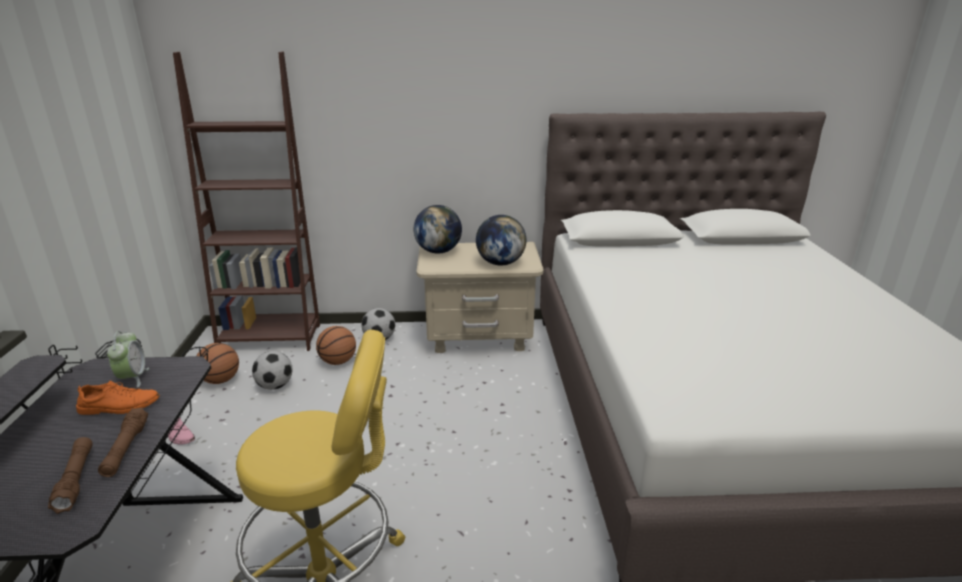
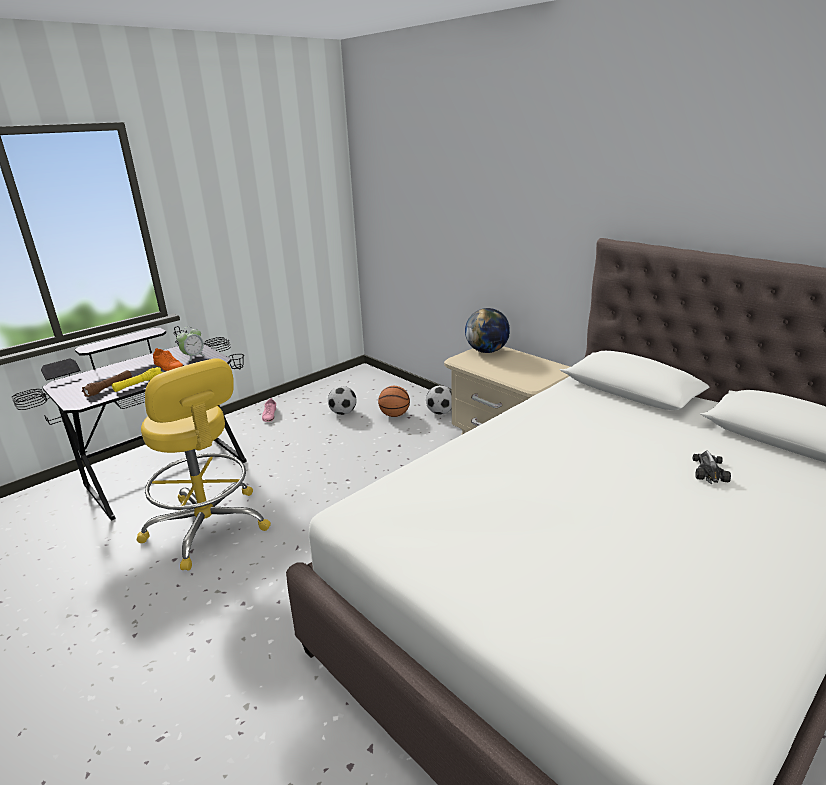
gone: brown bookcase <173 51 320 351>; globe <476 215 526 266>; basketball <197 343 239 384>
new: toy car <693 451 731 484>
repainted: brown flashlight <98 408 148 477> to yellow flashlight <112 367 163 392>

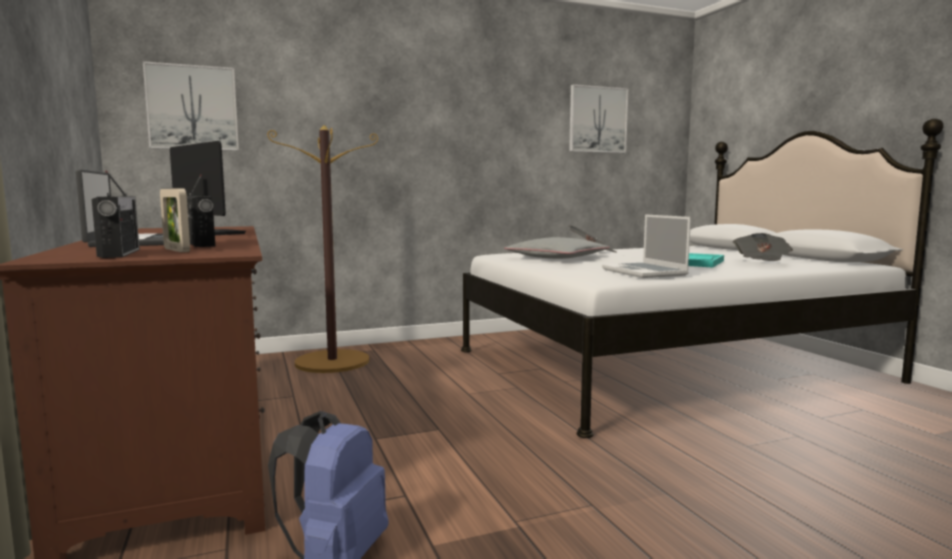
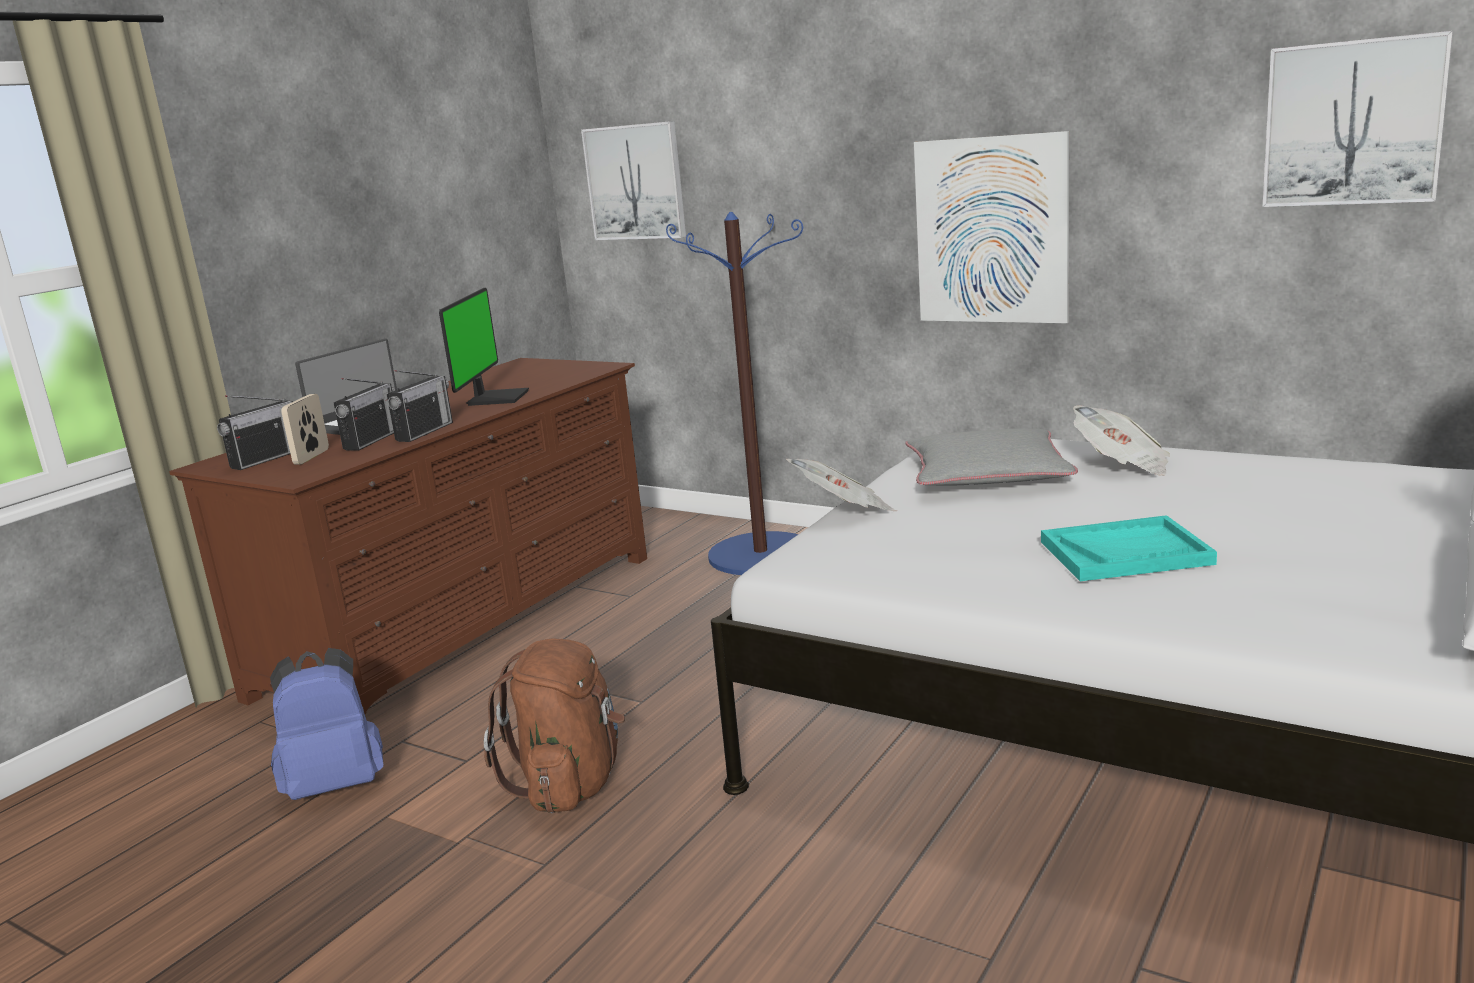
gone: laptop <602 214 691 278>
new: picture <914 131 1069 323>; radio <387 370 453 442>; brown backpack <484 638 625 813>
shifted: newspaper <733 233 793 261> to <786 459 897 511>
repainted: brown clothes rack <267 125 378 373> to blue clothes rack <666 212 803 575>

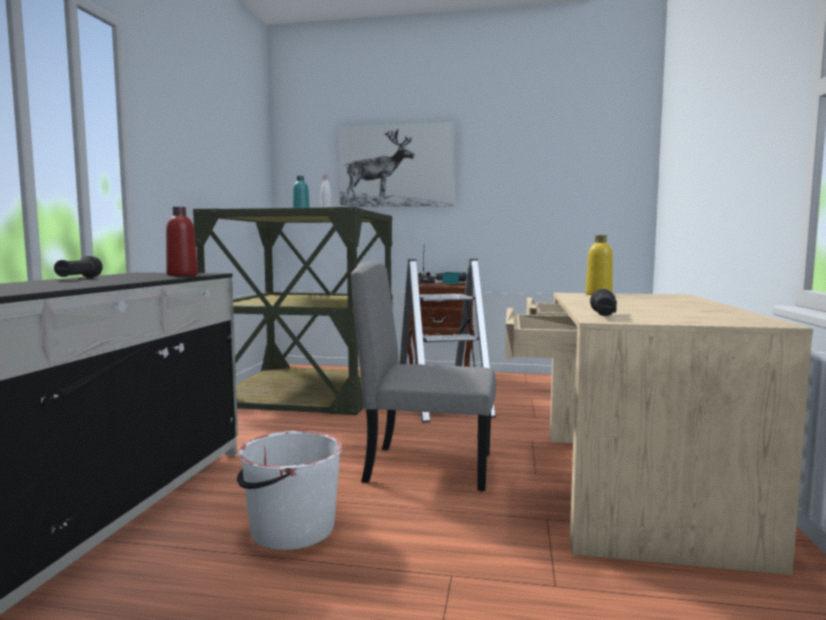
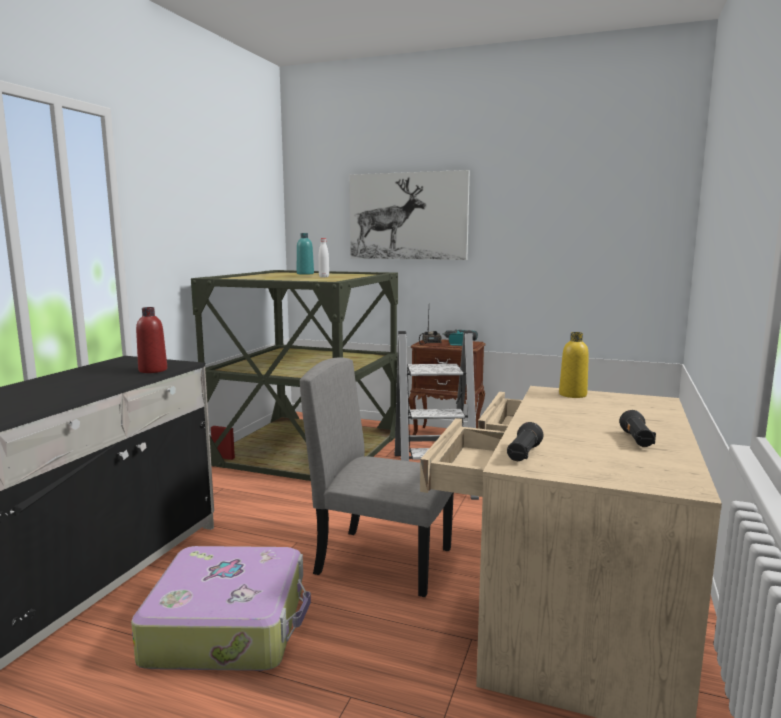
shifted: black flashlight <54 256 103 277> to <619 410 656 447>
swapped: white bucket <237 431 342 550> to suitcase <131 546 311 671>

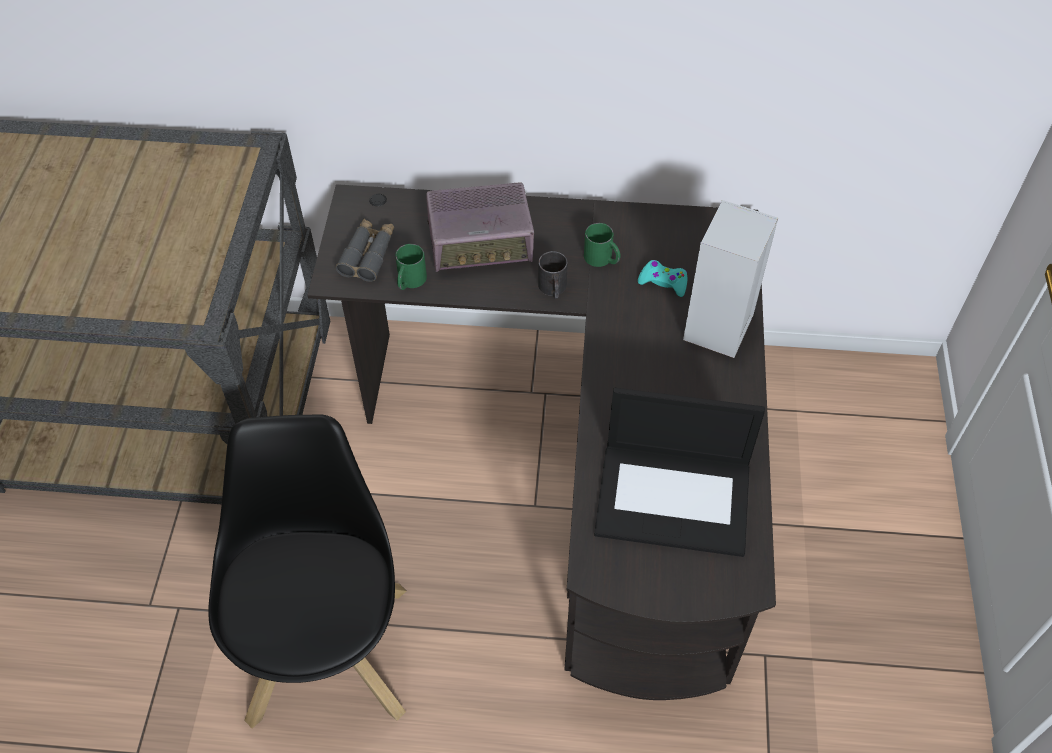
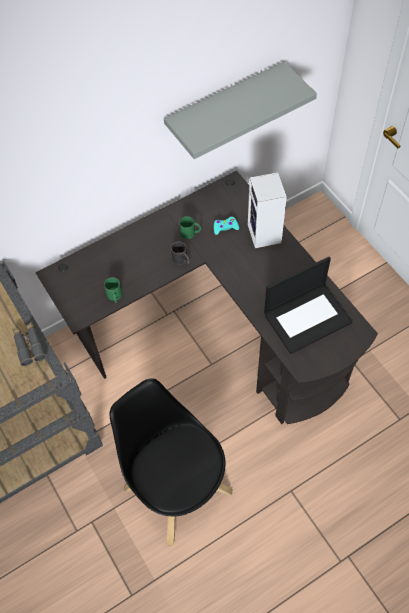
gone: radio <426 182 534 272>
new: grey shelf <164 61 317 159>
shifted: grey binoculars <335 218 394 282> to <13 322 46 366>

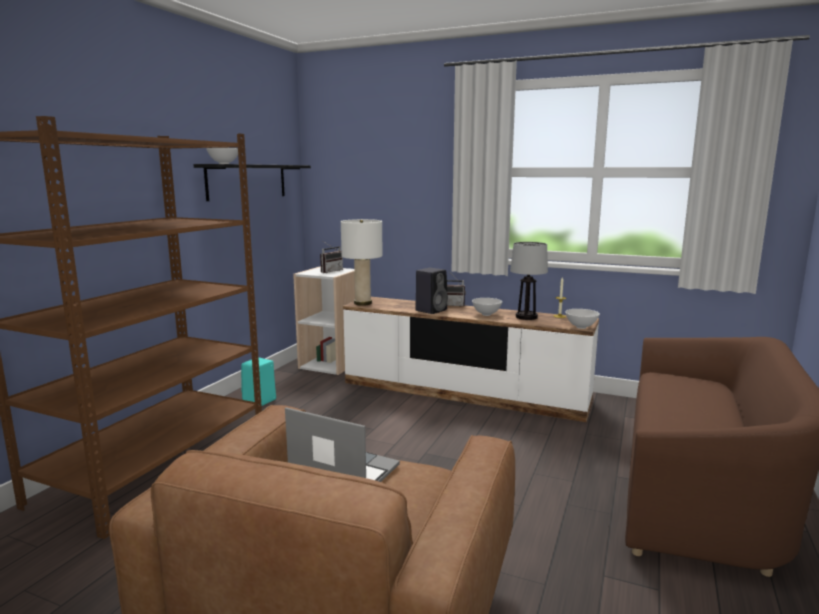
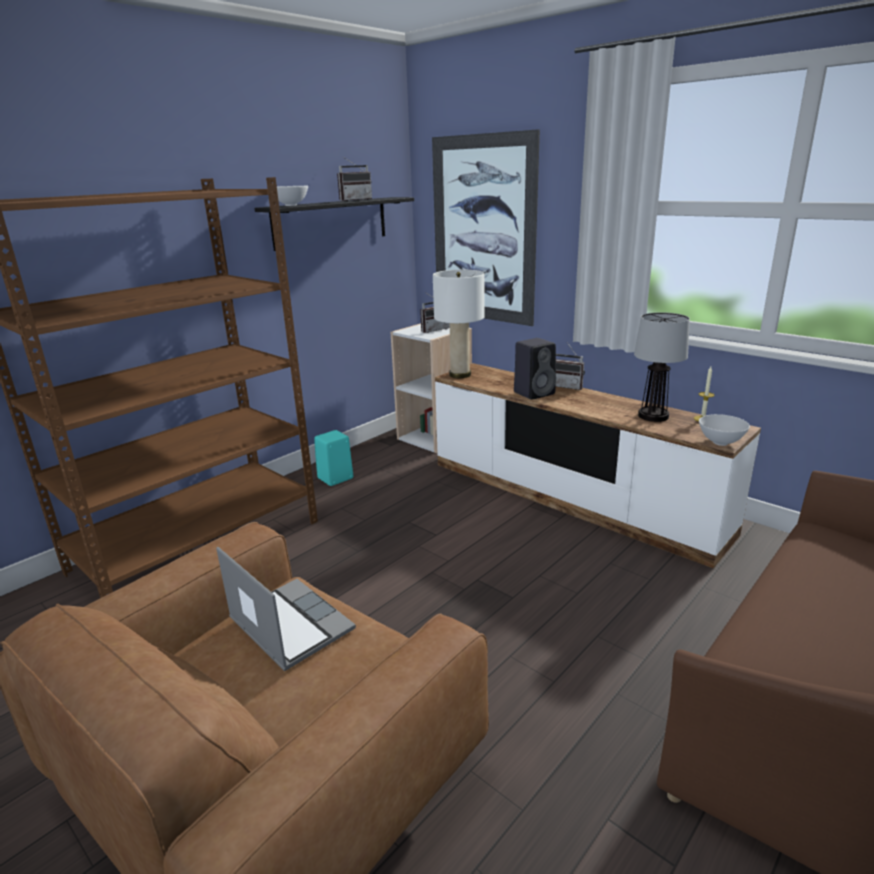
gone: white bowl <472 298 502 316>
new: picture <432 129 540 326>; radio <337 156 372 201>

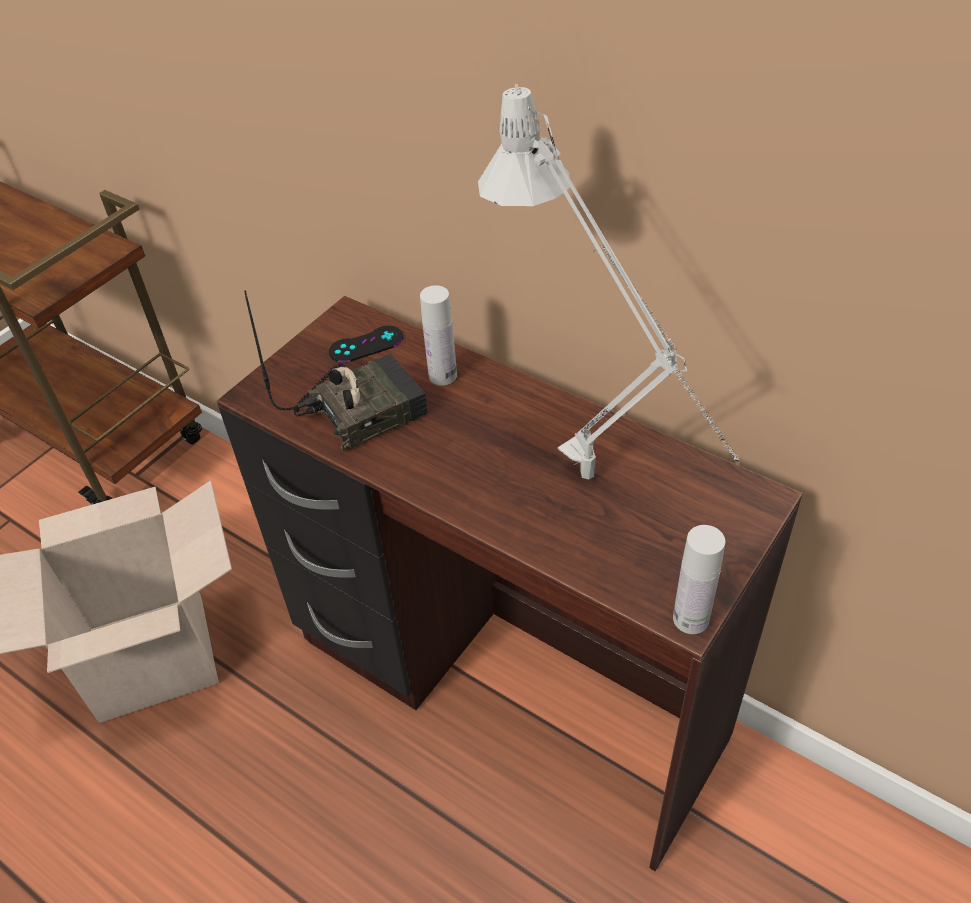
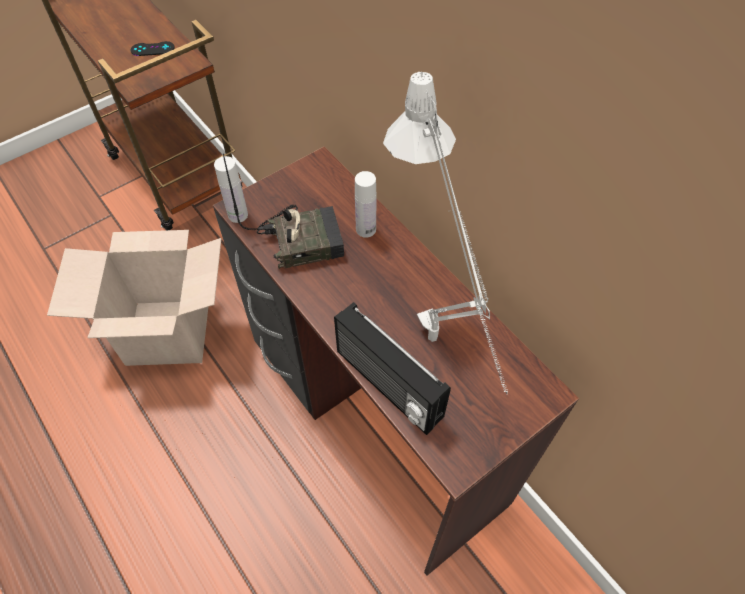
new: radio <334 302 451 435>
shifted: black game controller <329 326 403 363> to <131 41 175 56>; white bottle <673 525 725 634> to <214 156 248 223>

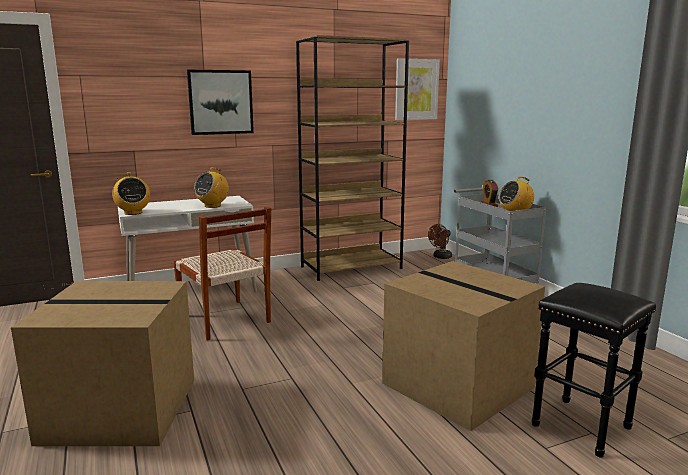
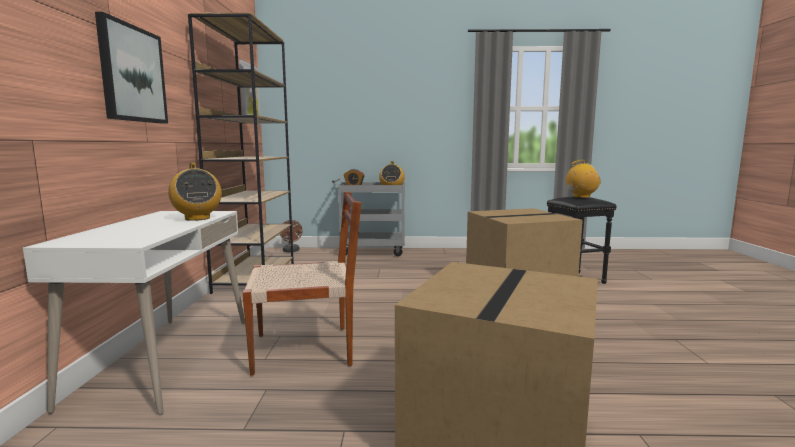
shifted: radio <112 172 150 215> to <566 160 601 198>

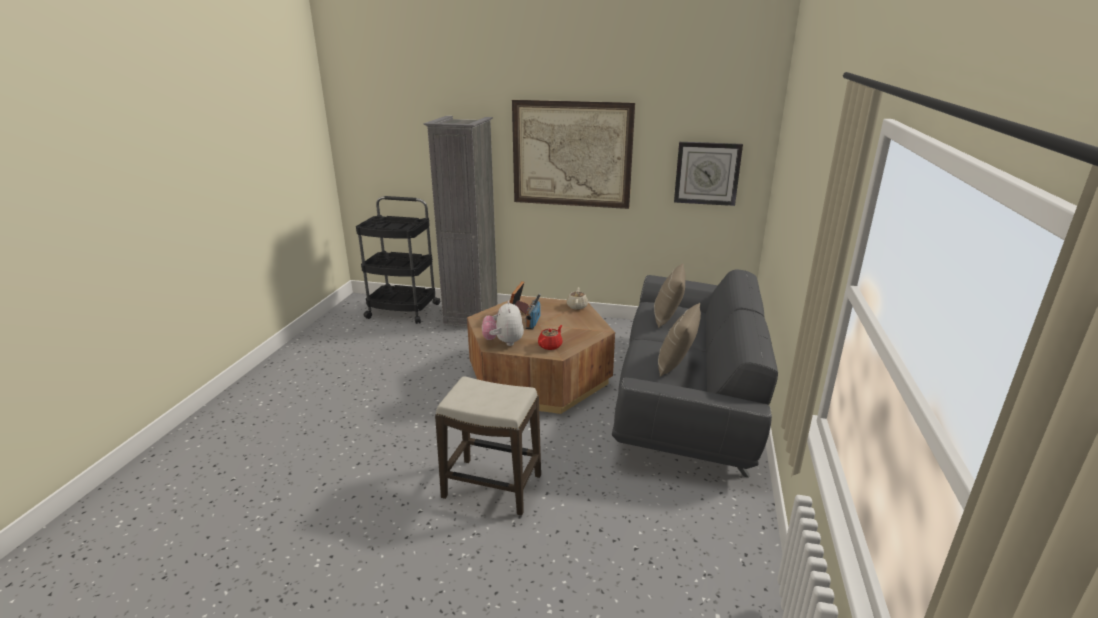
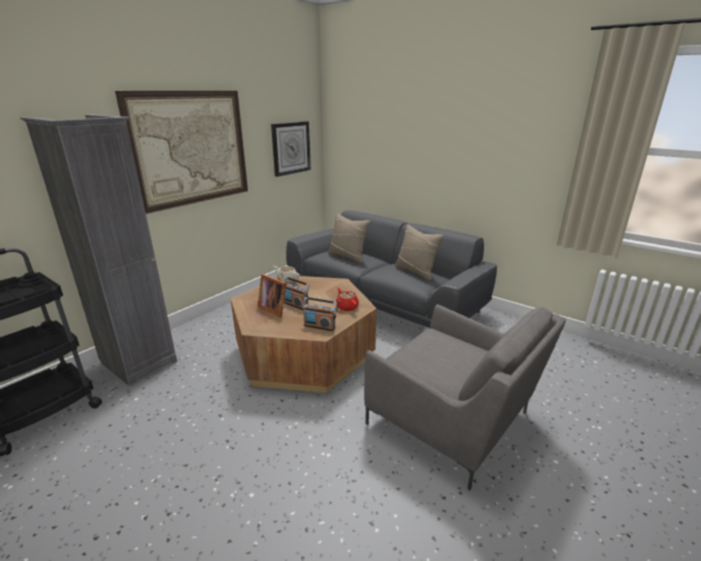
swapped: plush toy <482 300 524 346> to radio <303 297 337 331>; stool <435 376 541 516> to grey armchair <364 304 566 490>

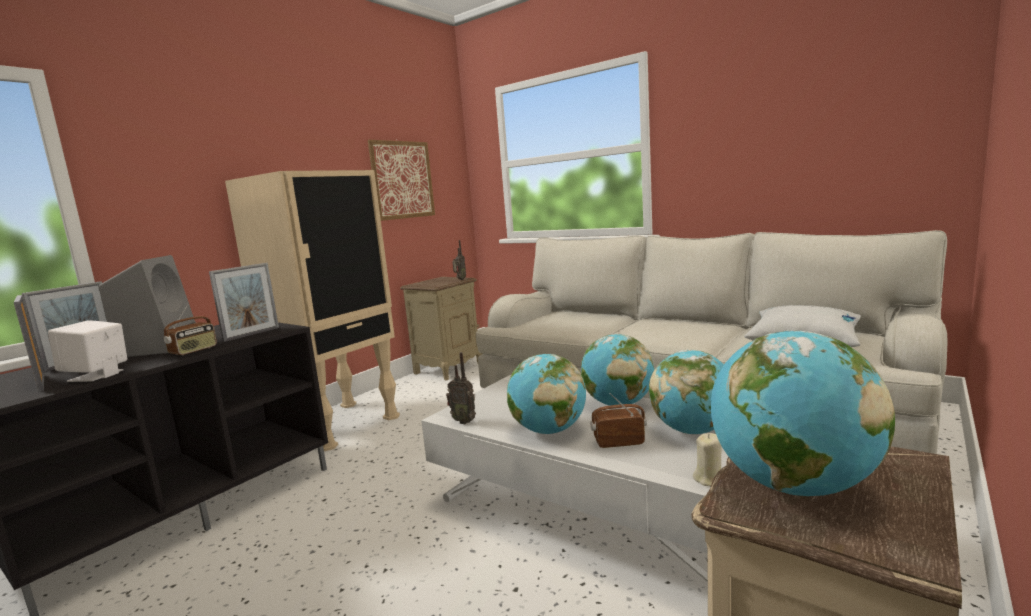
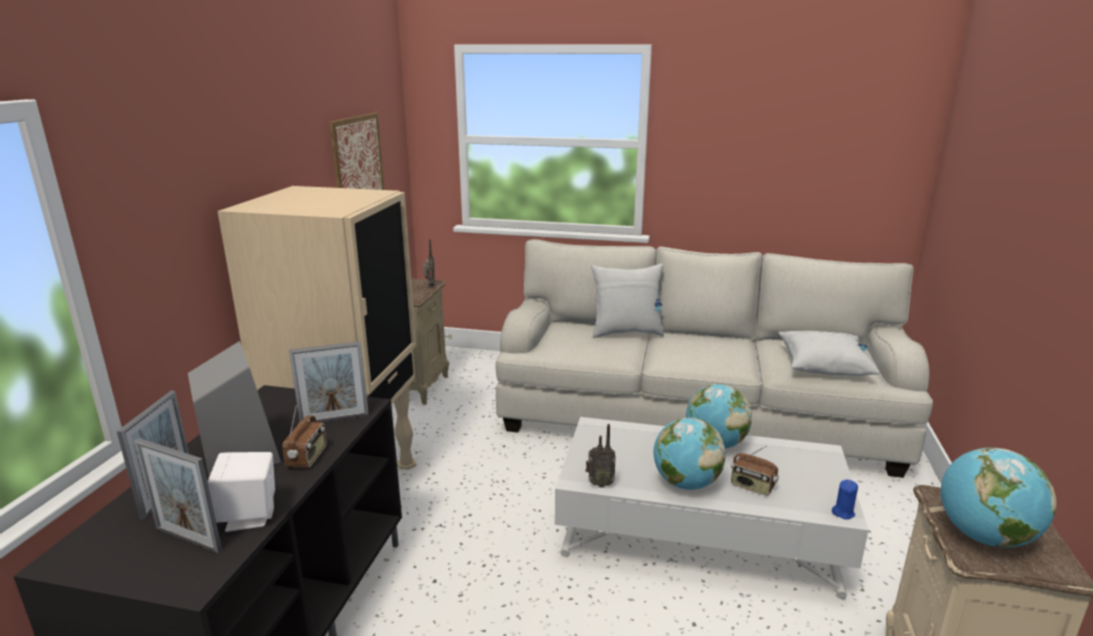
gone: globe <649 350 724 435>
new: grey pillow <591 264 664 338>
repainted: beige candle <693 433 722 486> to blue candle <832 480 858 519>
rotated: picture frame <209 263 279 342> = <289 341 369 422> 60 degrees clockwise; radio <590 393 647 448> = <731 445 779 496> 120 degrees counterclockwise

